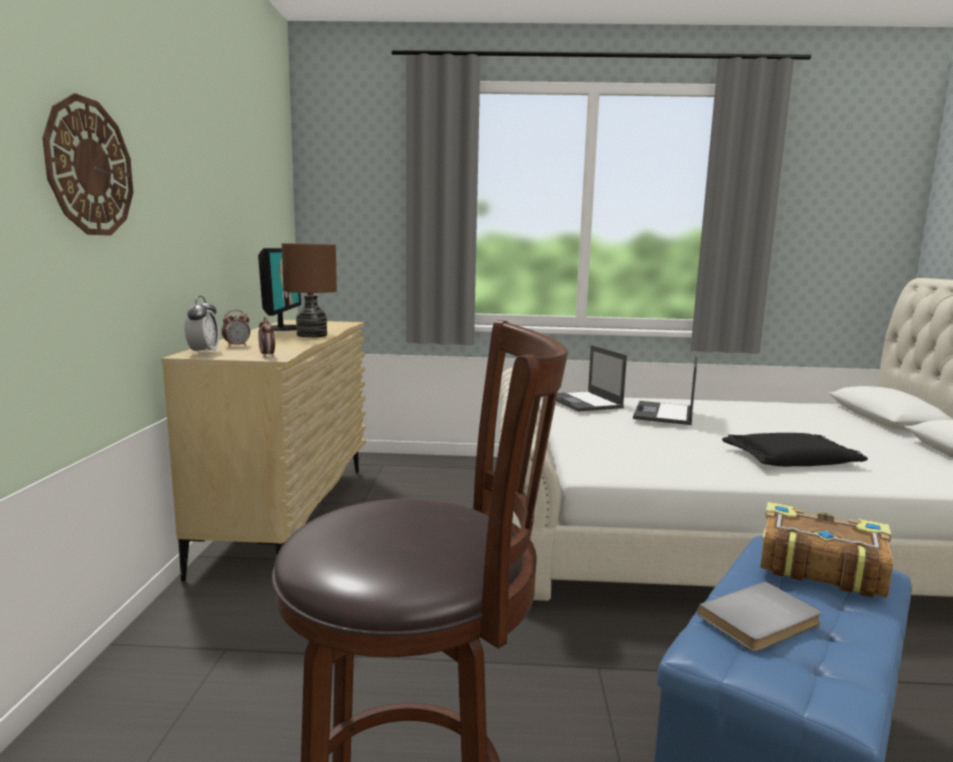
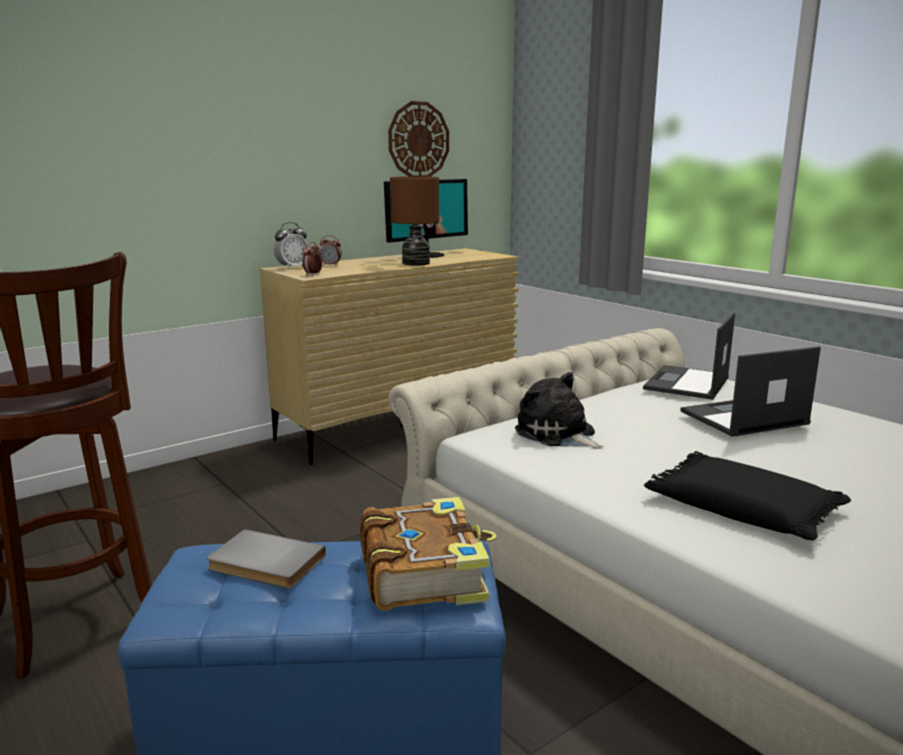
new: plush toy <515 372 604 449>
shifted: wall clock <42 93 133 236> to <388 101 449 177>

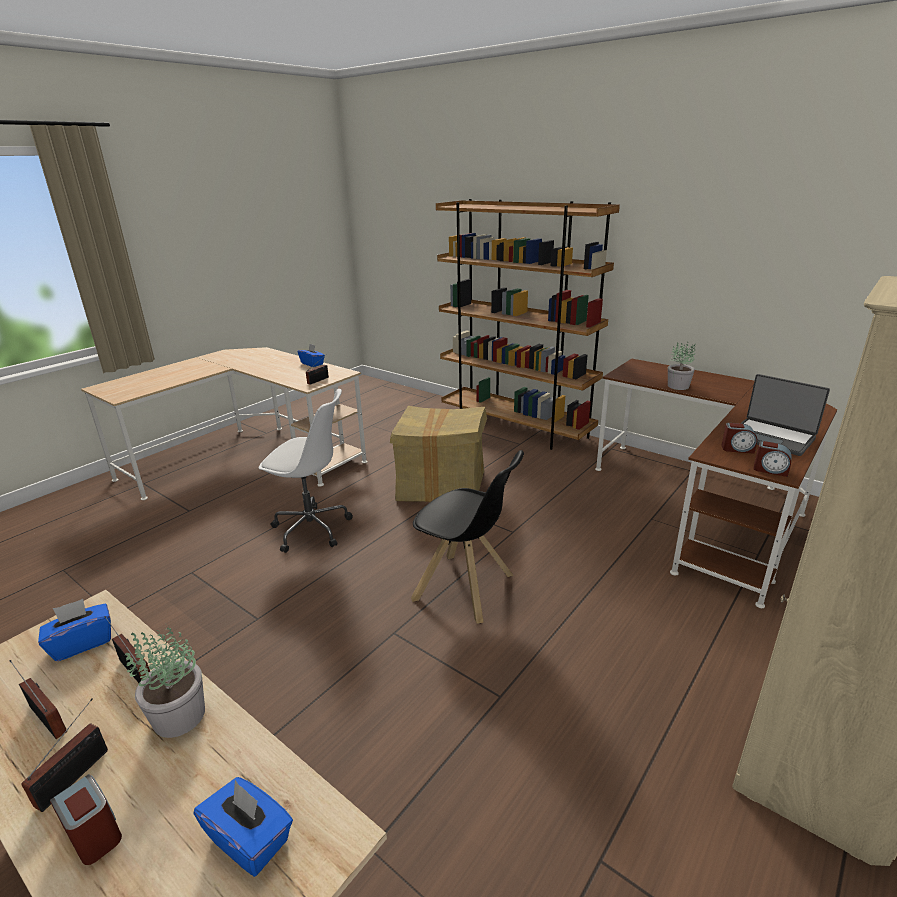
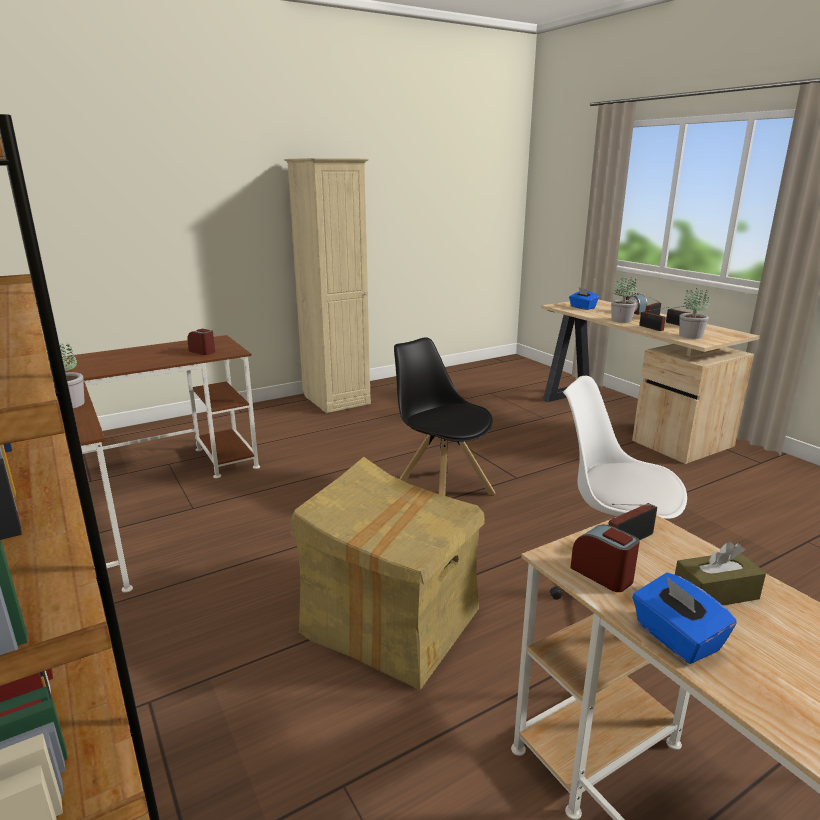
gone: laptop <741 374 830 456>
new: brown tissue box <675 542 766 605>
shifted: alarm clock <753 441 791 477> to <570 524 640 592>
swapped: blue tissue box <38 599 111 661> to potted plant <679 288 709 339>

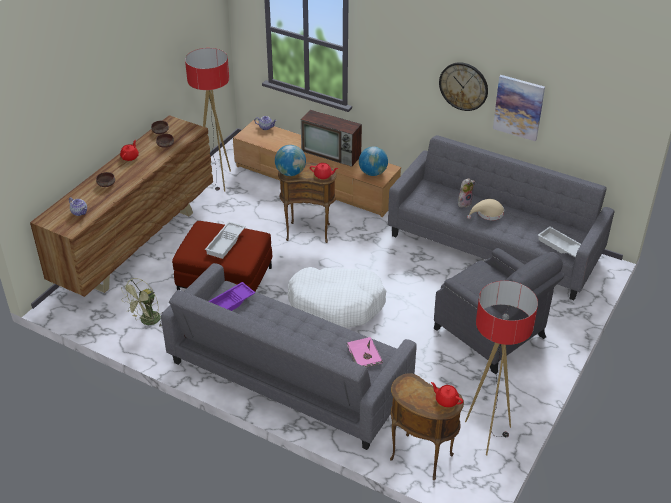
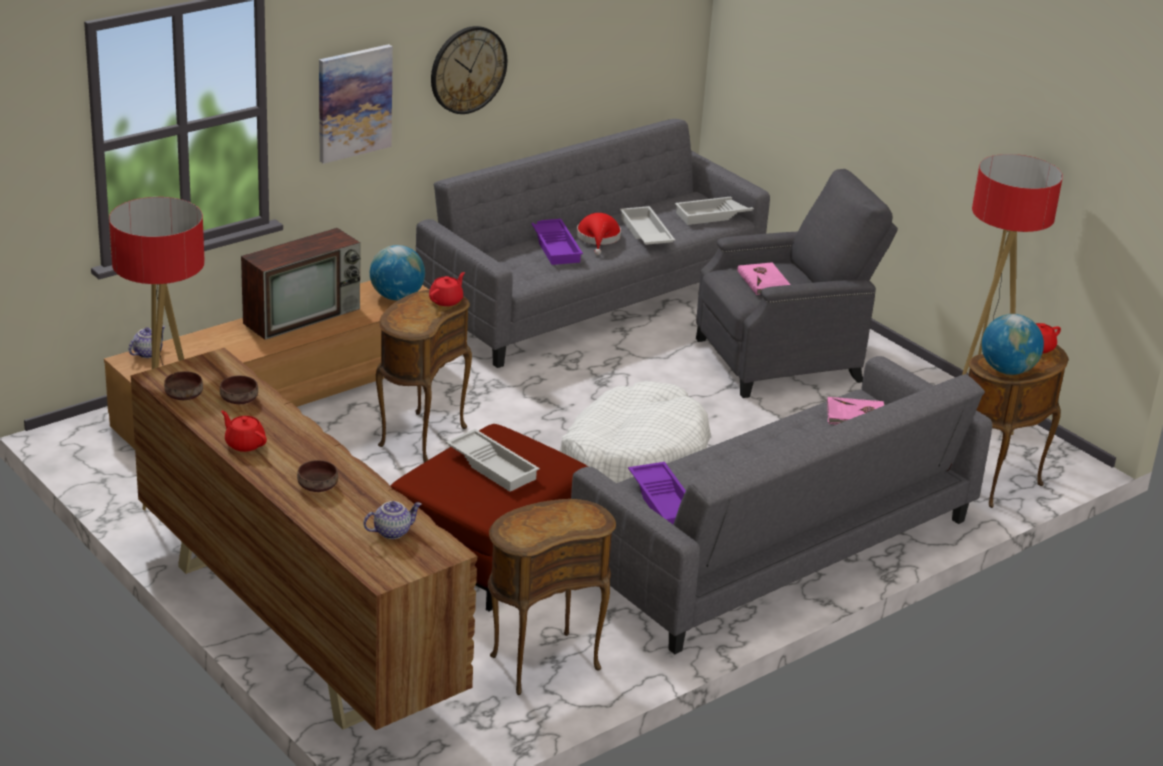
new: white tray <620 206 675 245>; pink book <737 262 791 295>
shifted: picture <493 75 545 141> to <319 44 393 164>; globe <275 145 306 176> to <982 314 1044 375>
swapped: plush toy <458 178 475 207> to purple tray <531 219 583 265>; green fan <121 278 164 327> to brown side table <488 499 616 695>
repainted: beige hat <467 199 504 220> to red hat <577 213 621 255>

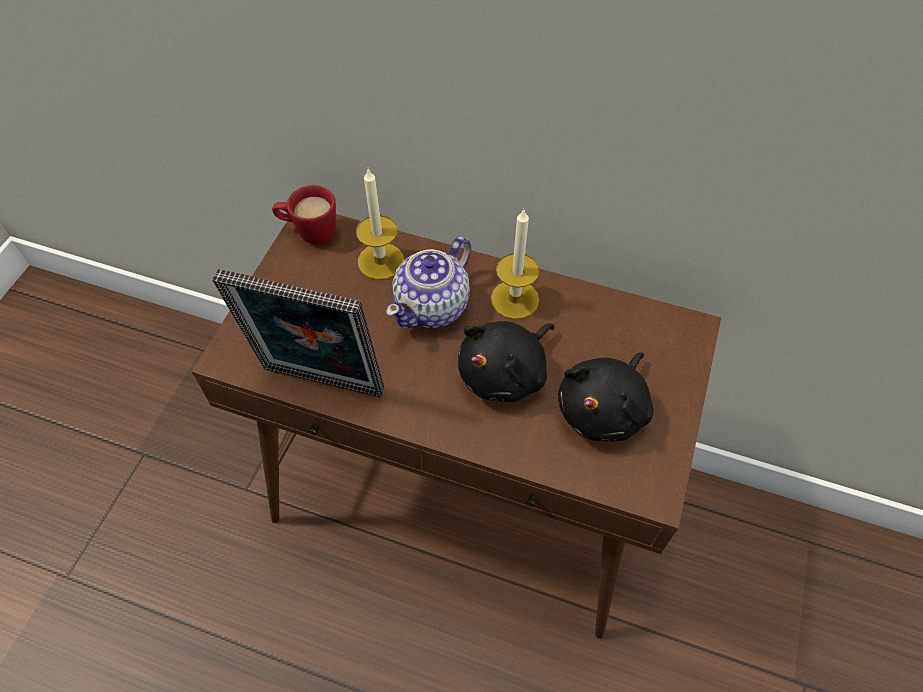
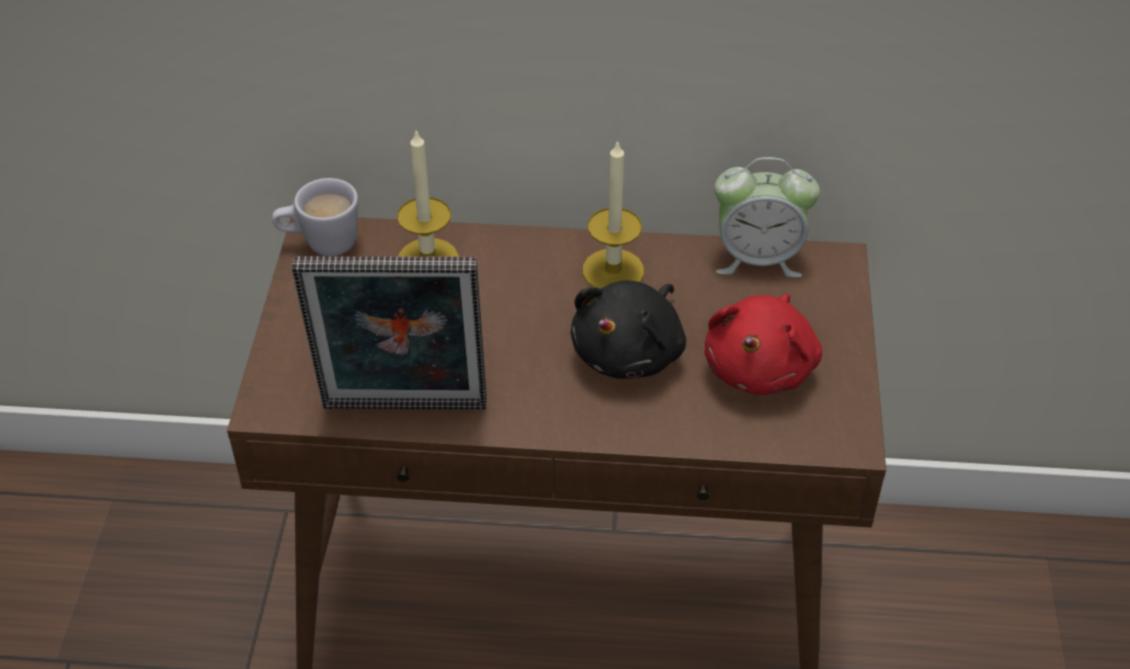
gone: teapot <386 236 471 328>
new: alarm clock <714 157 820 277>
repainted: red mug <272 185 336 244> to white mug <272 178 358 256>; black plush toy <558 352 654 441> to red plush toy <704 294 822 395>

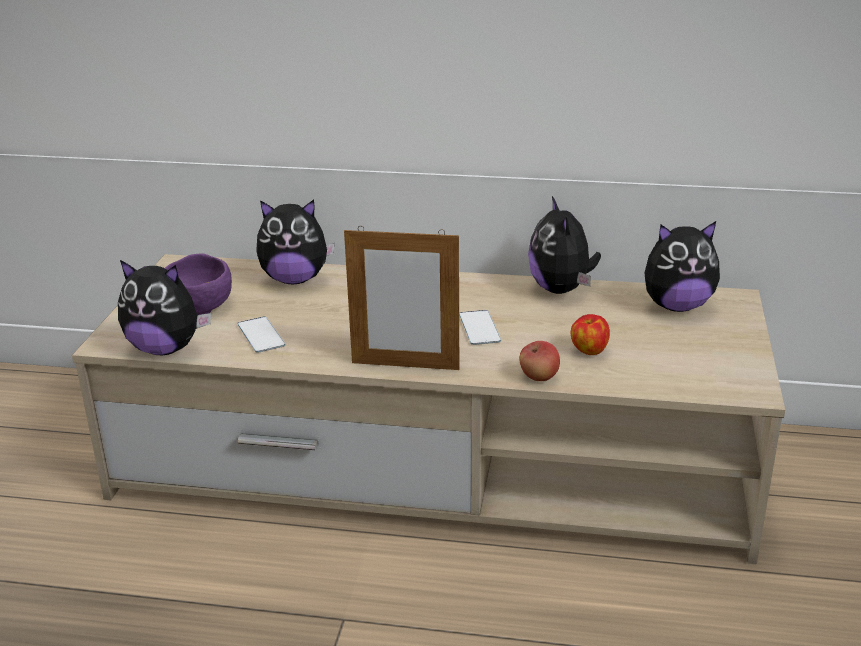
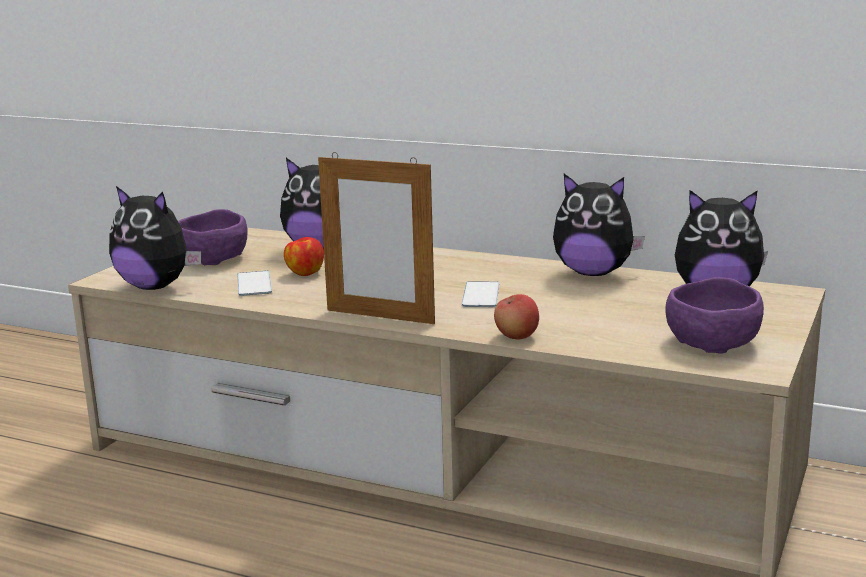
new: purple bowl <665 277 764 354>
shifted: apple <571 314 610 355> to <284 237 324 276>
rotated: plush toy <528 196 601 294> = <553 174 645 276> 75 degrees counterclockwise

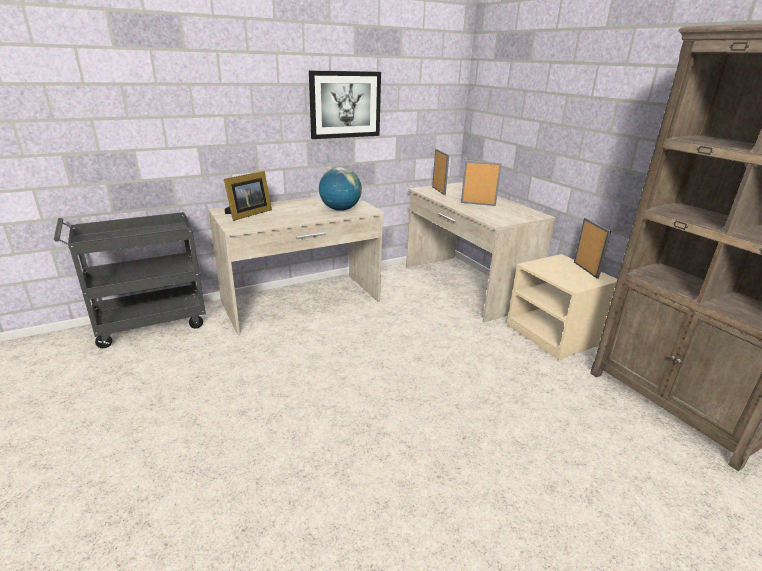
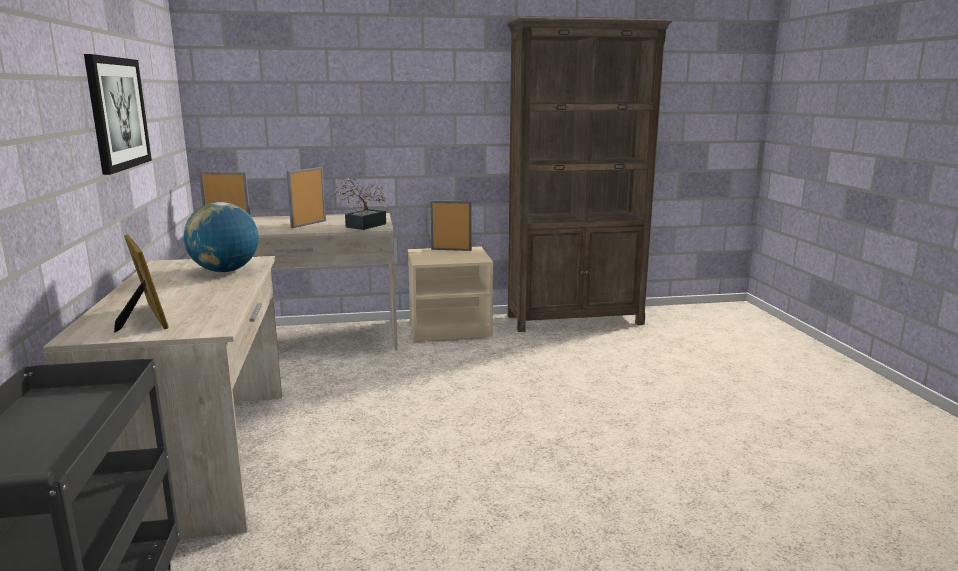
new: potted plant <333 178 386 230>

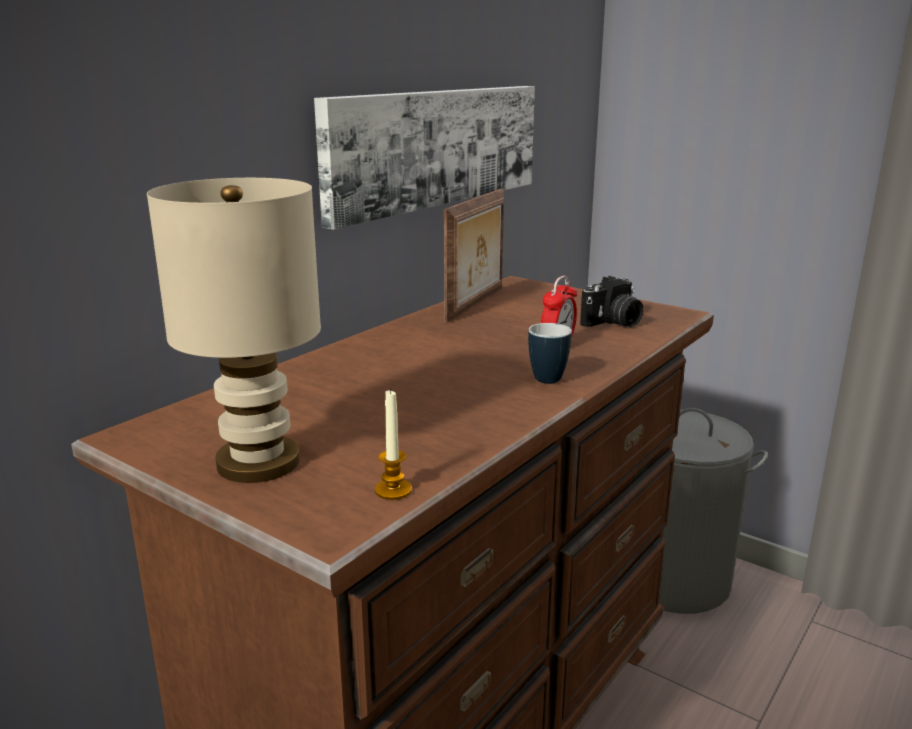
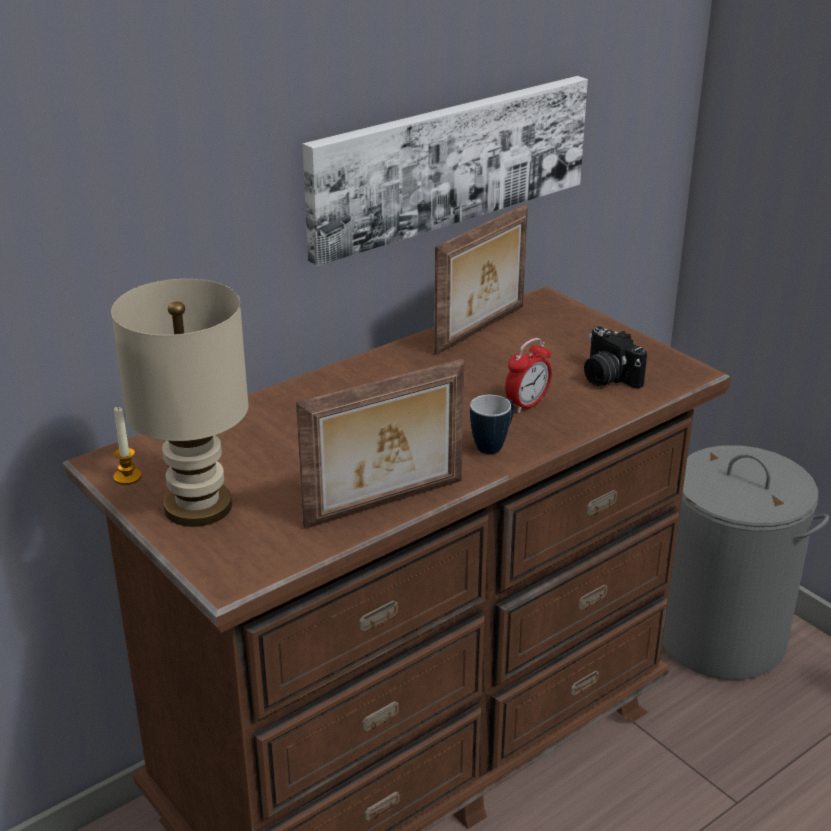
new: picture frame <296 359 464 529>
shifted: candle <375 389 412 500> to <113 407 142 485>
rotated: photo camera <580 276 643 327> = <584 326 647 388> 75 degrees clockwise

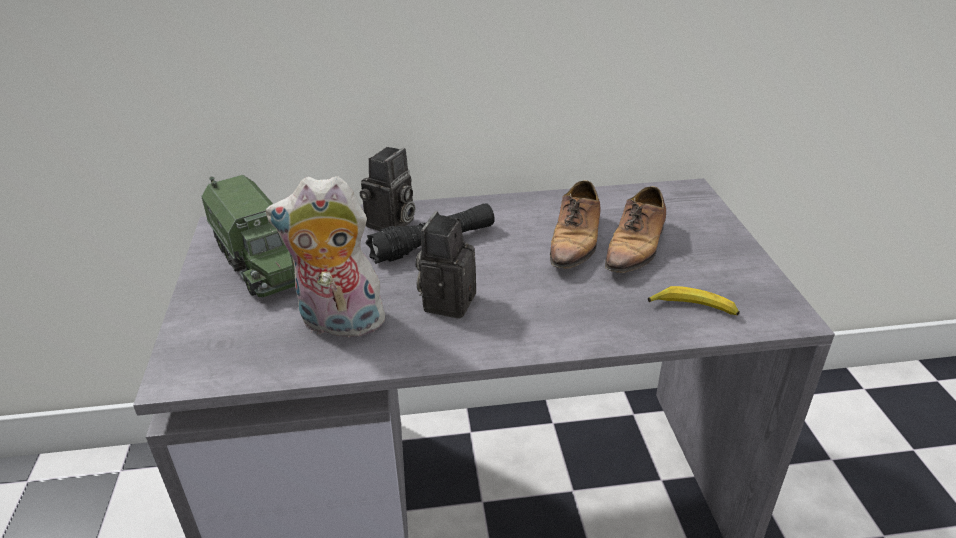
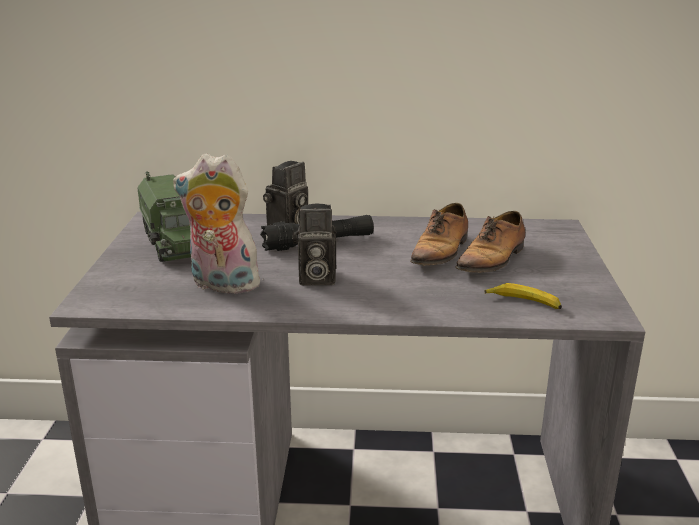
rotated: photo camera <415 211 476 319> = <292 204 337 286> 120 degrees counterclockwise

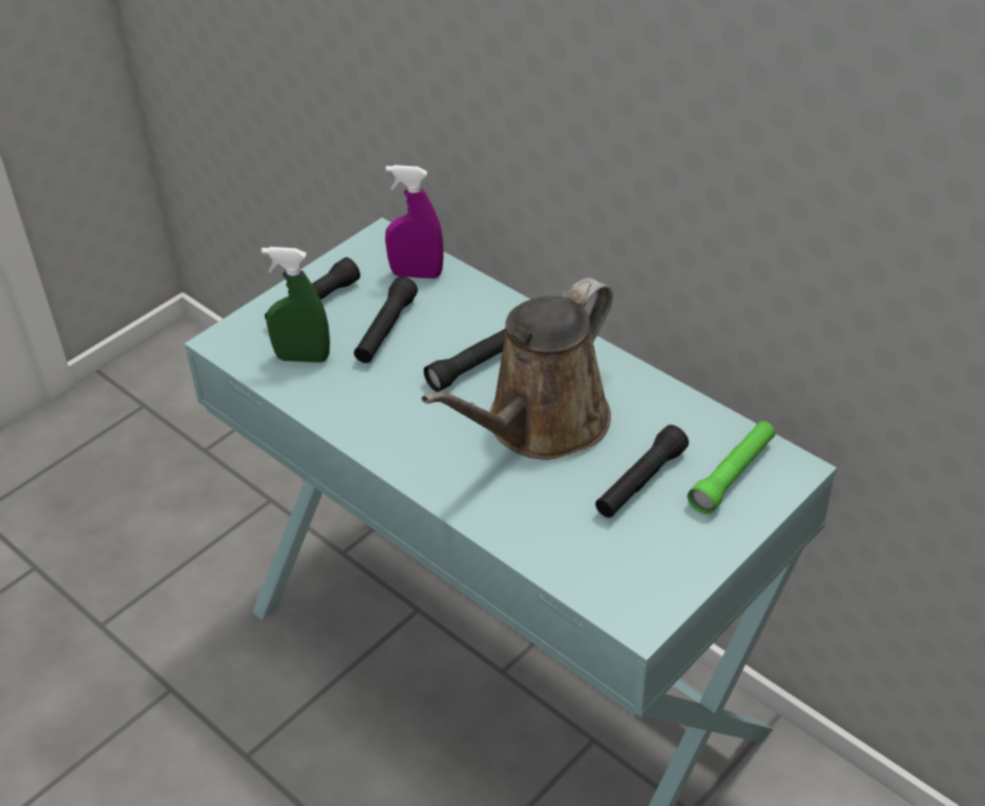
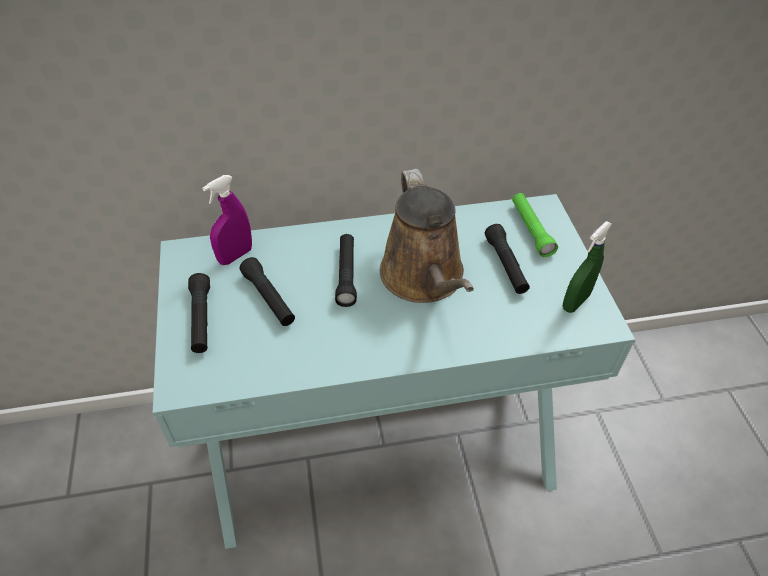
shifted: green spray bottle <261 247 330 363> to <563 221 612 313>

